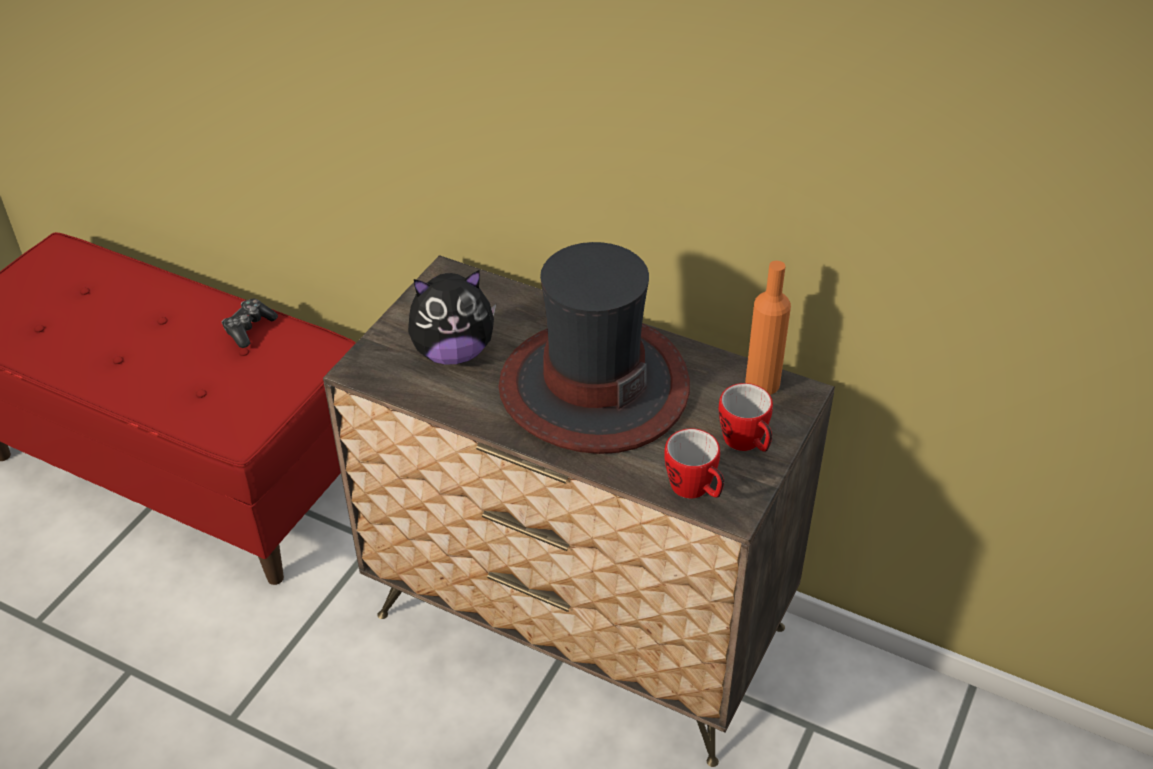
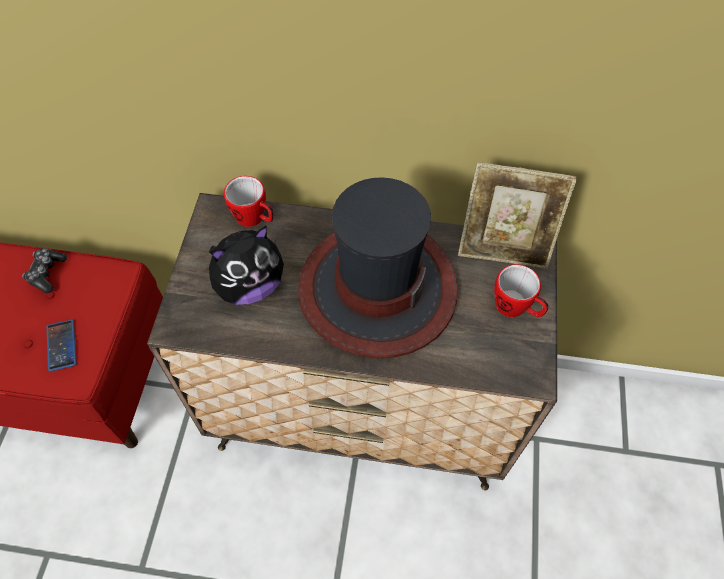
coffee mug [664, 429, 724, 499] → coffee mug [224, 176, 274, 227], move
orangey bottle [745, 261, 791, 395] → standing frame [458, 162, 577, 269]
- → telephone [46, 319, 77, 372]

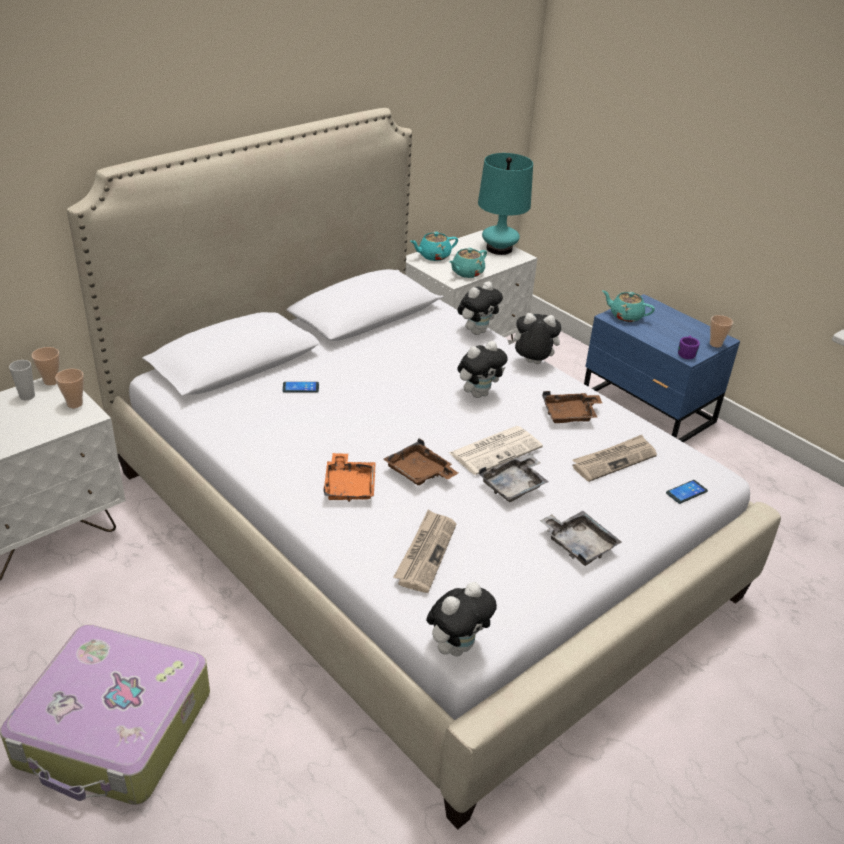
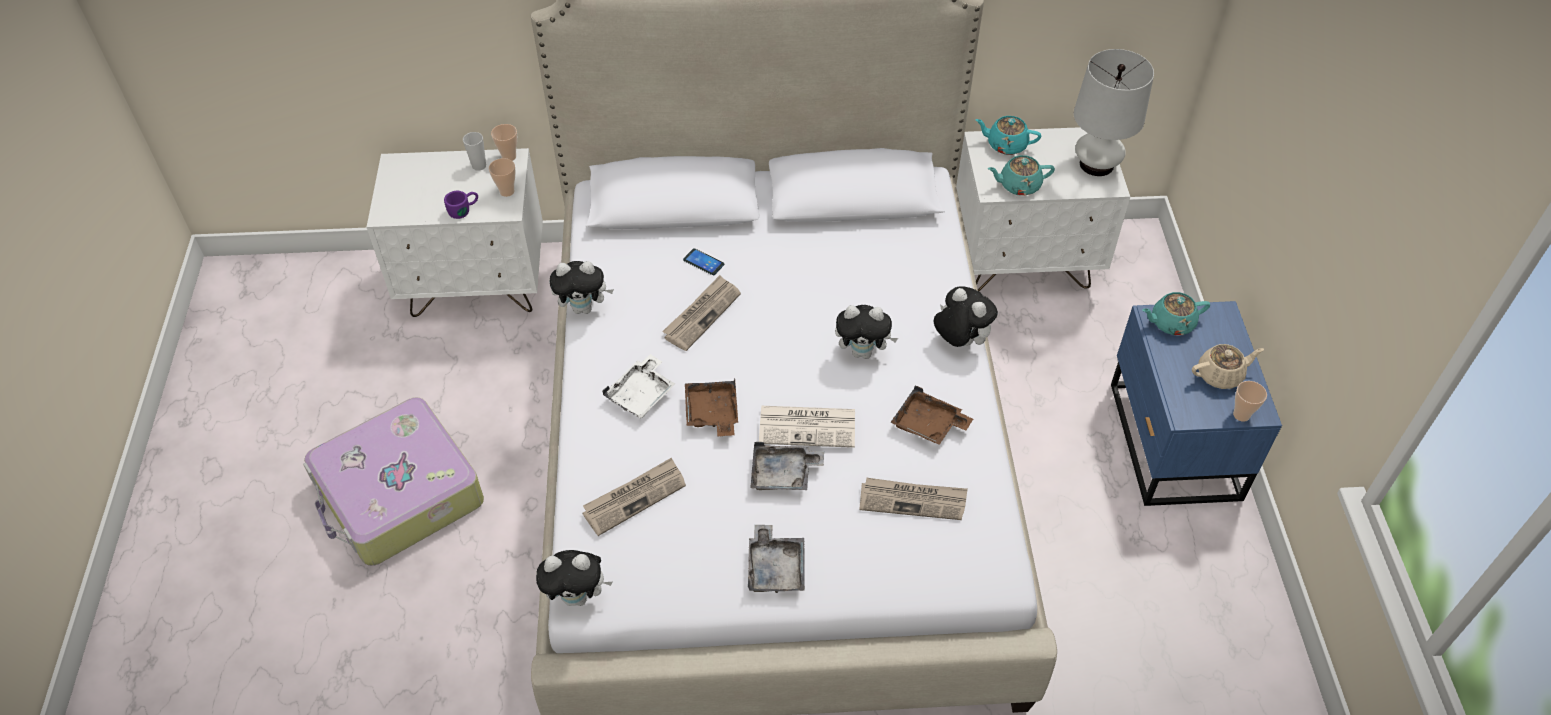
orangey carrying tray [323, 453, 376, 502] → white-coloured carrying tray [602, 354, 675, 419]
plush toy [457, 281, 503, 335] → plush toy [550, 261, 614, 314], move
turquoise-coloured lamp for a table [478, 153, 533, 255] → white-coloured lamp for a table [1074, 49, 1154, 176]
turquoise-coloured teapot [602, 291, 655, 322] → turquoise-coloured teapot [1142, 292, 1210, 335], 75 degrees counterclockwise
telephone [666, 480, 708, 504] → -
purple-coloured coffee mug [678, 335, 700, 359] → purple-coloured coffee mug [444, 191, 478, 219], move
- → daily paper [662, 275, 741, 351]
- → beige-coloured teapot [1192, 344, 1264, 389]

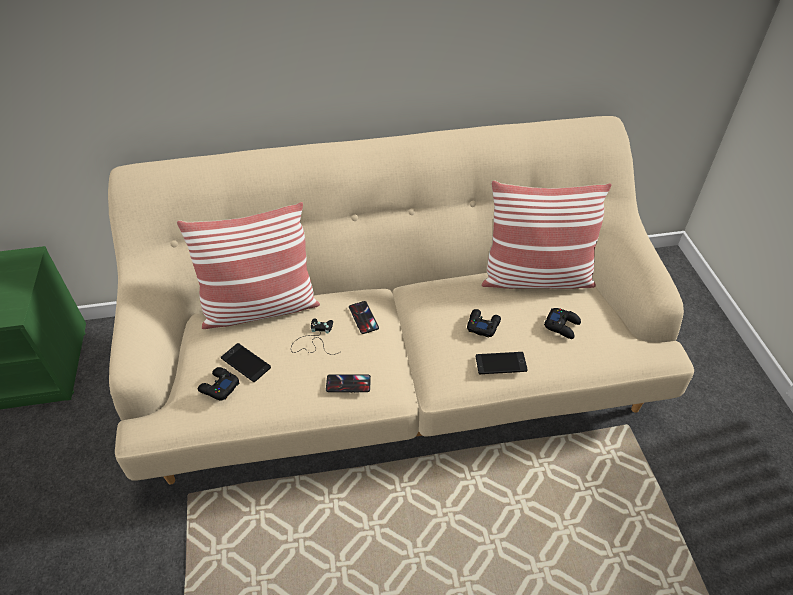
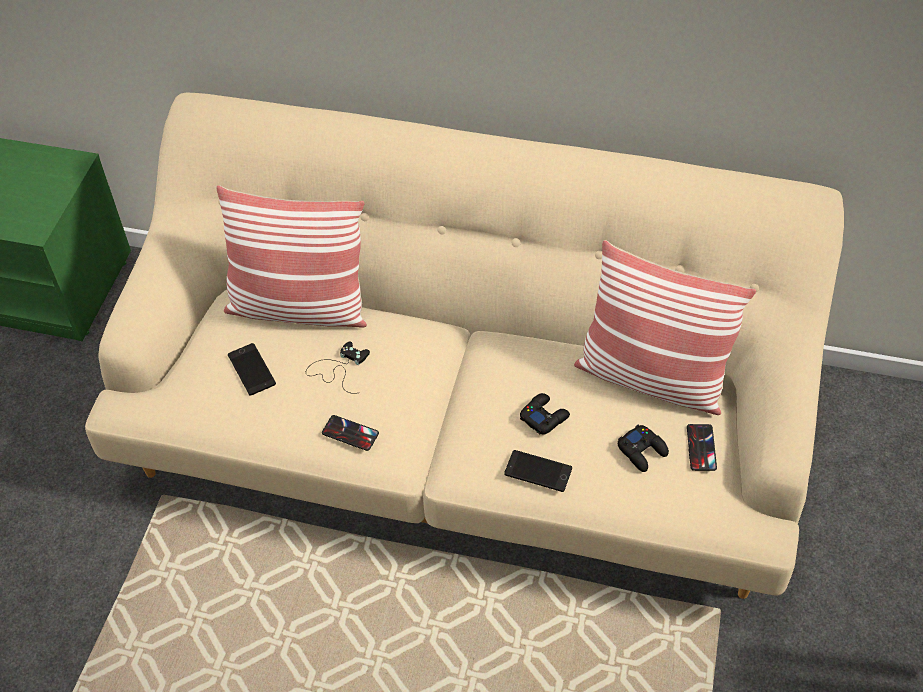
black-coloured joypad [198, 367, 239, 400] → -
telephone [349, 301, 379, 334] → telephone [687, 424, 717, 471], move

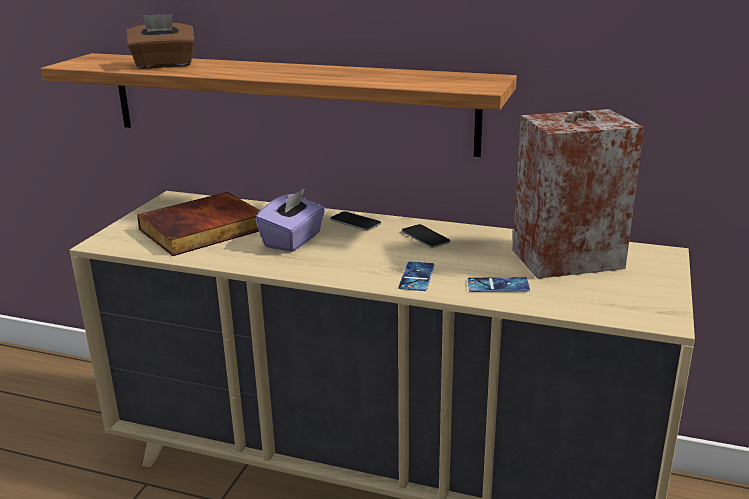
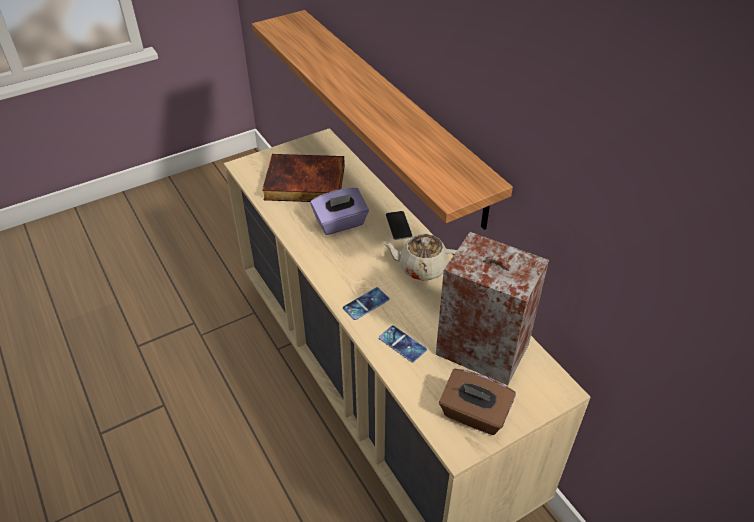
brownish tissue holder [127, 14, 195, 69] → brownish tissue holder [439, 369, 516, 435], move
telephone [402, 224, 450, 248] → beige-coloured teapot [382, 234, 457, 280]

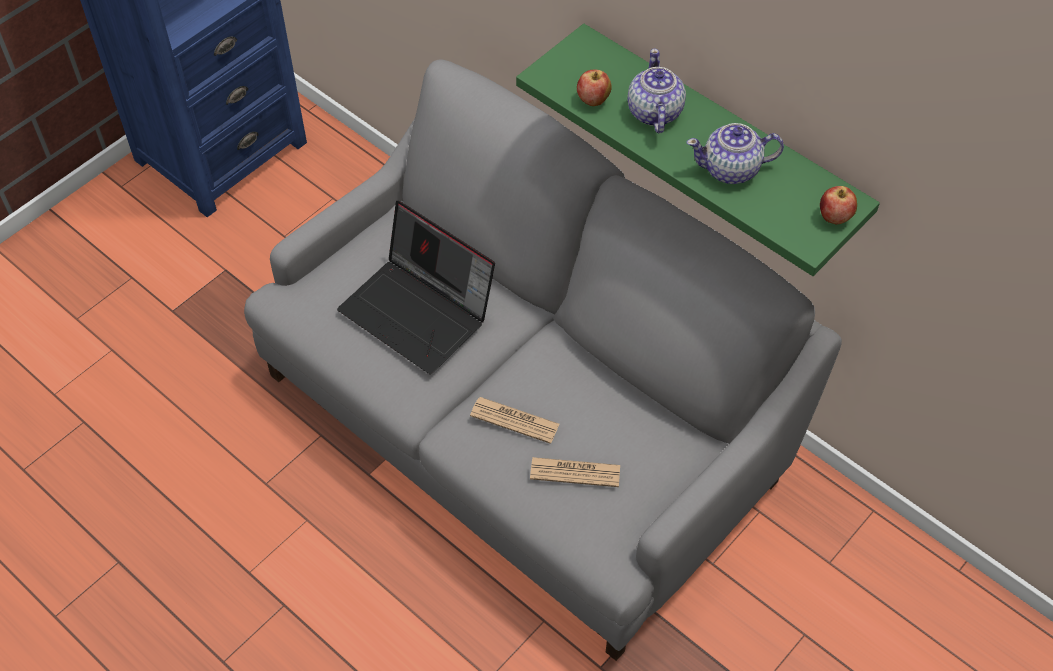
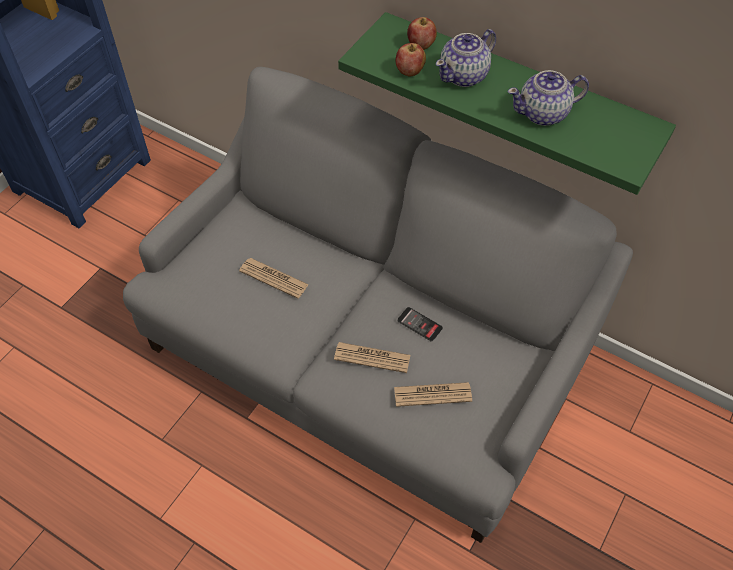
notebook computer [337, 201, 495, 374] → daily paper [239, 258, 309, 299]
teapot [627, 49, 686, 134] → teapot [436, 29, 496, 87], 120 degrees counterclockwise
apple [820, 186, 857, 224] → apple [407, 17, 437, 50], move
- → telephone [397, 307, 443, 342]

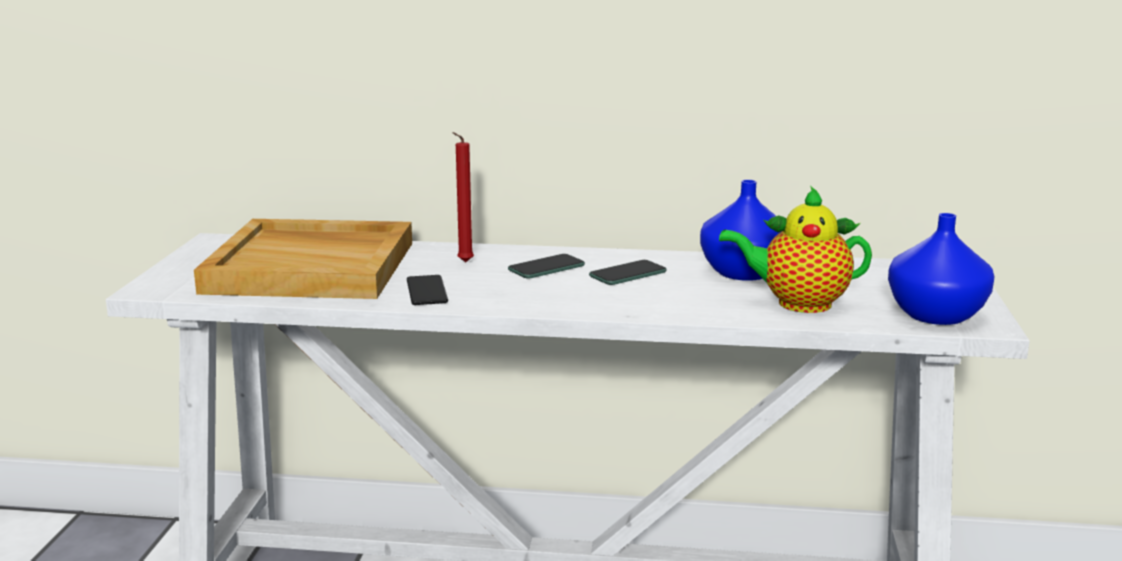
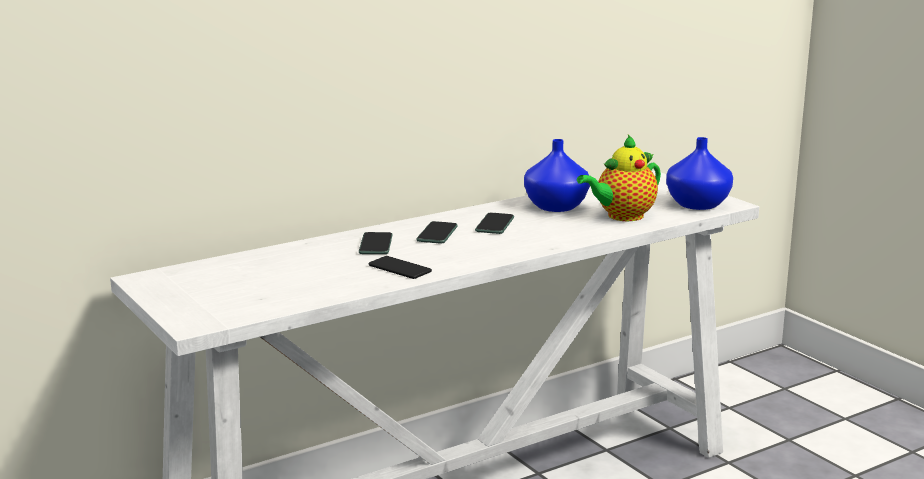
beige-coloured carrying tray [194, 219, 412, 299] → -
red-coloured candle [453, 132, 474, 262] → telephone [359, 232, 393, 254]

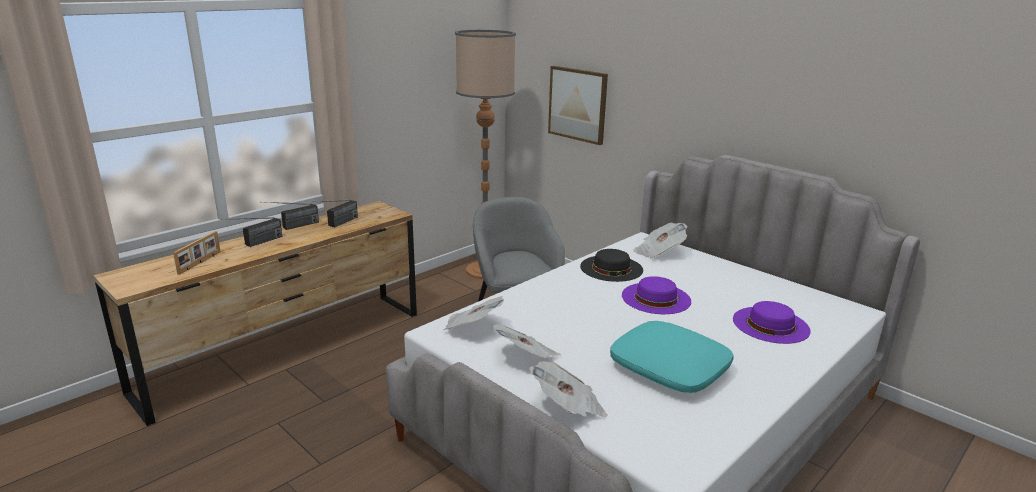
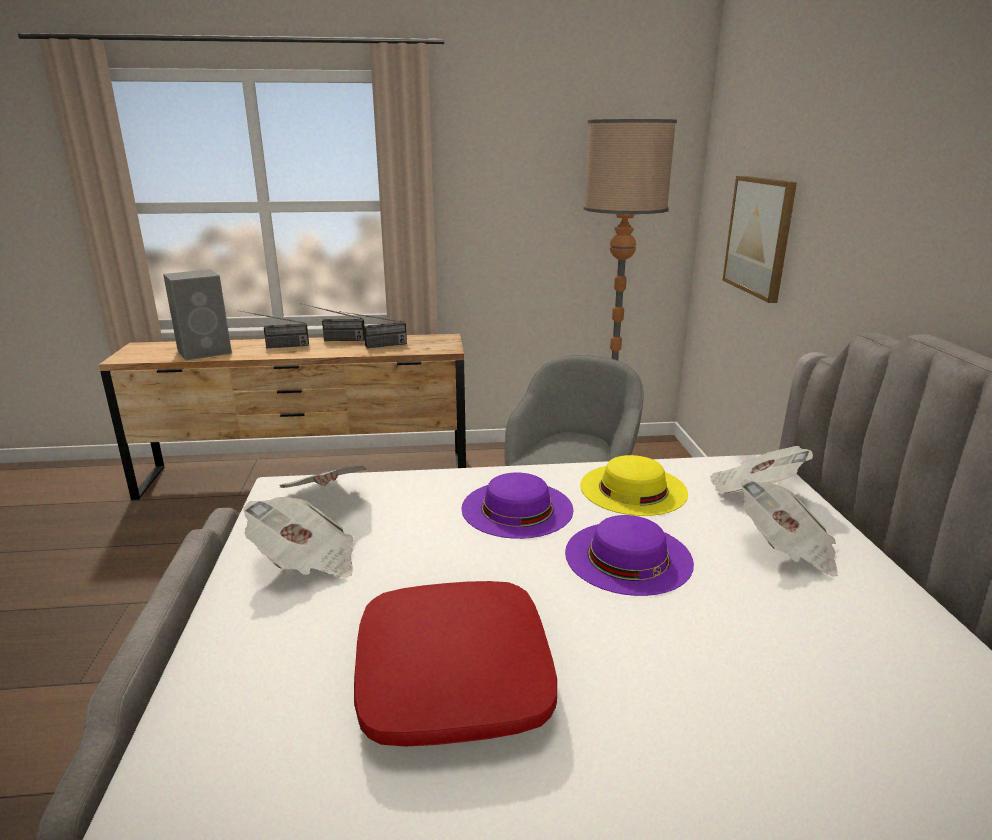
standing frame [173, 231, 220, 275] → gray audio speaker [163, 269, 232, 361]
daily paper [529, 361, 608, 417] → daily paper [741, 479, 838, 577], move
black-coloured clothing hat [580, 249, 643, 282] → yellow clothing hat [580, 455, 688, 516]
turquoise-coloured pillow [610, 321, 734, 393] → red-coloured pillow [354, 581, 557, 747]
purple-coloured clothing hat [733, 301, 811, 344] → purple-coloured clothing hat [461, 473, 573, 539], move

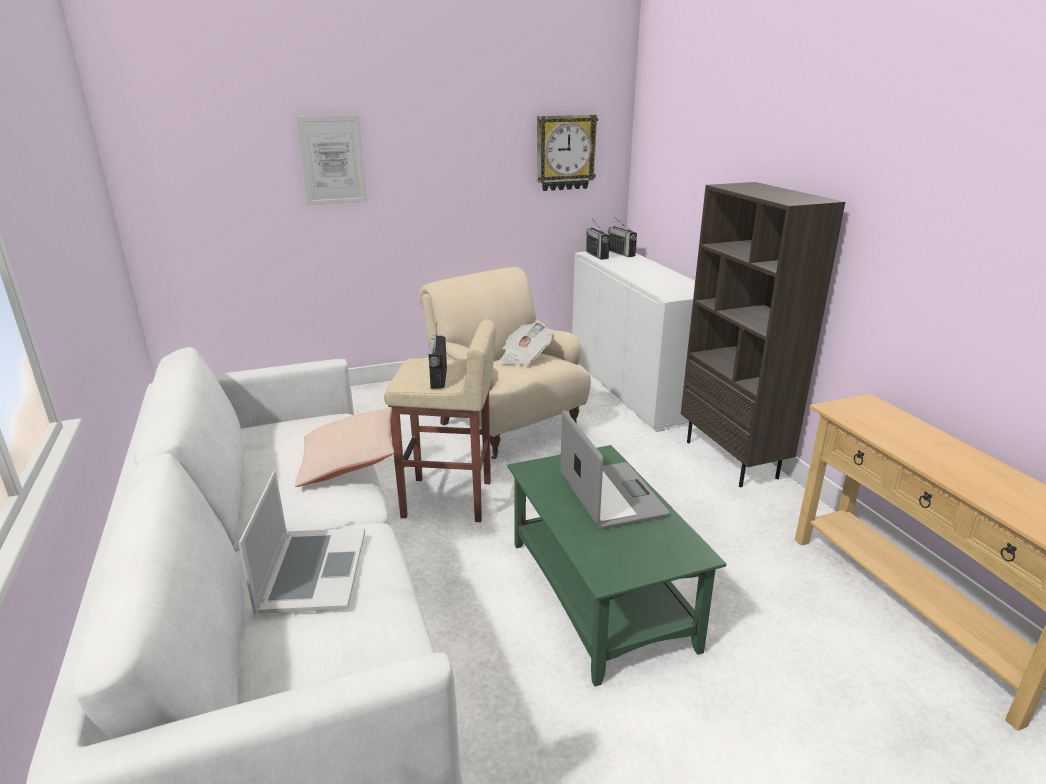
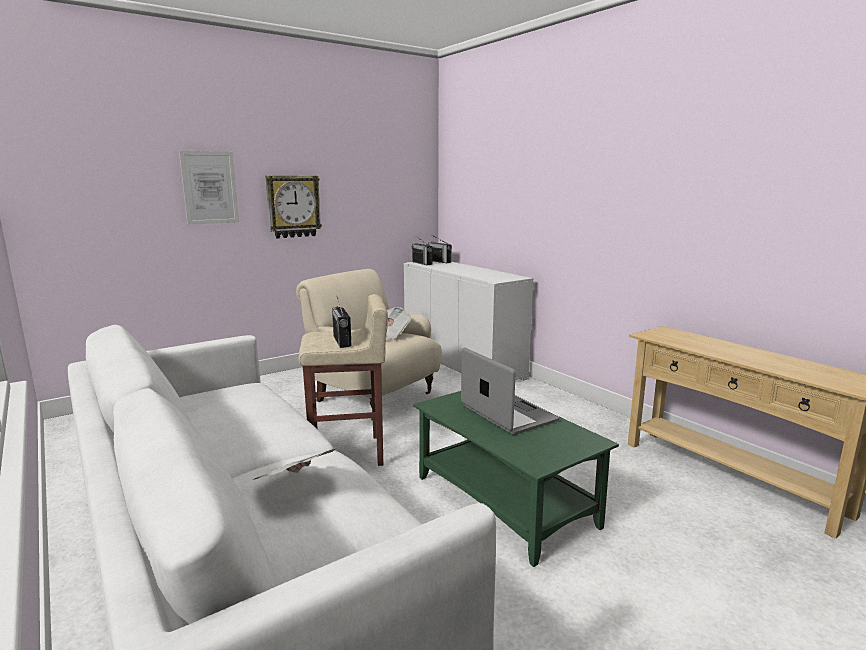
notebook computer [238, 470, 365, 614] → daily paper [253, 449, 335, 480]
beige-coloured pillow [295, 407, 394, 487] → -
wall clock [537, 115, 598, 191] → wall clock [266, 176, 322, 238], move
brownish bookcase [681, 182, 845, 487] → -

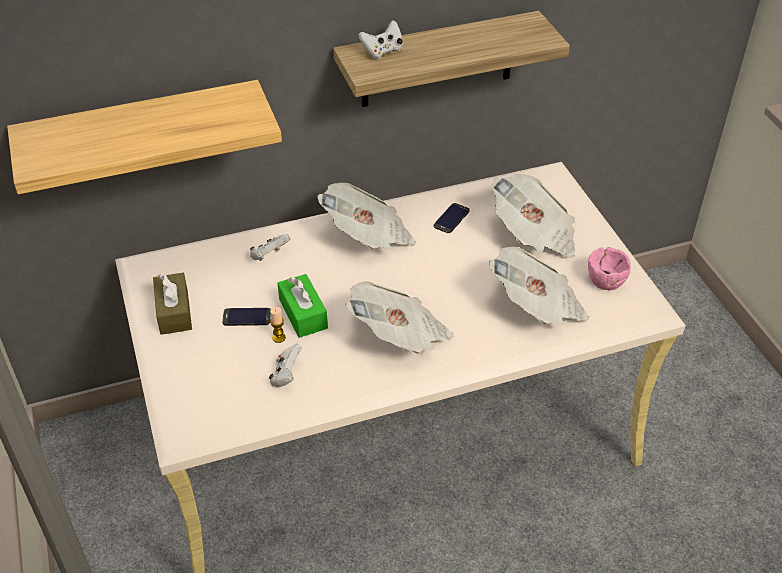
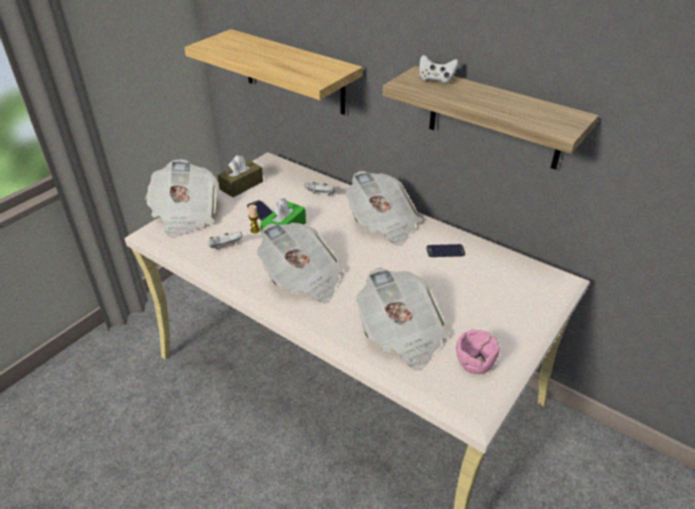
daily paper [492, 174, 575, 258] → daily paper [145, 159, 218, 238], move

